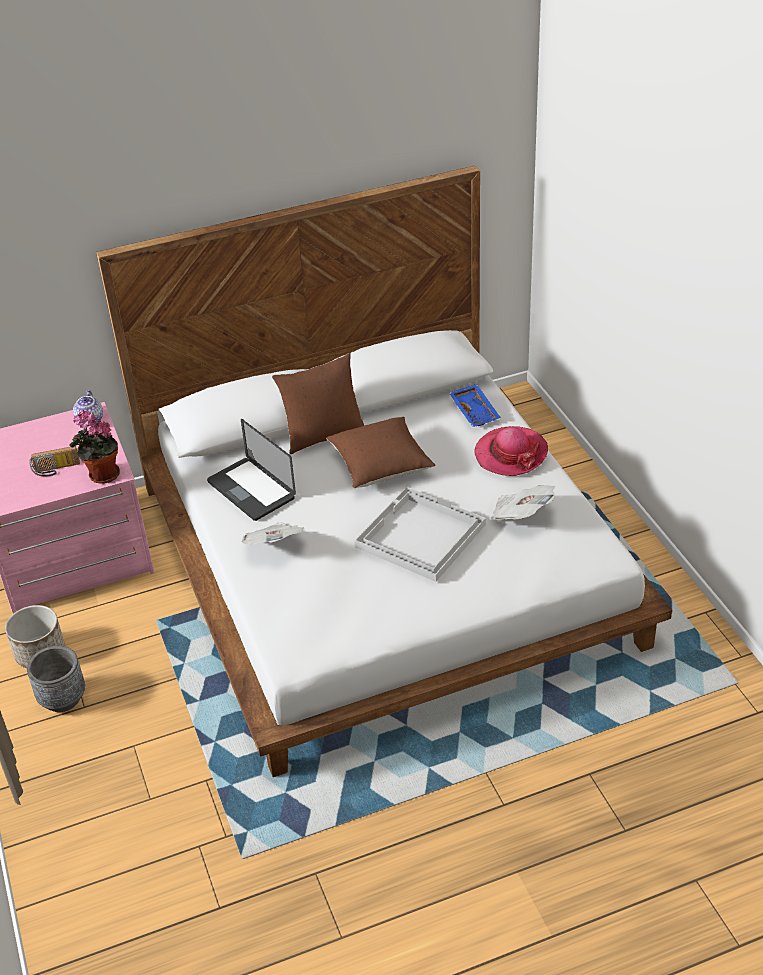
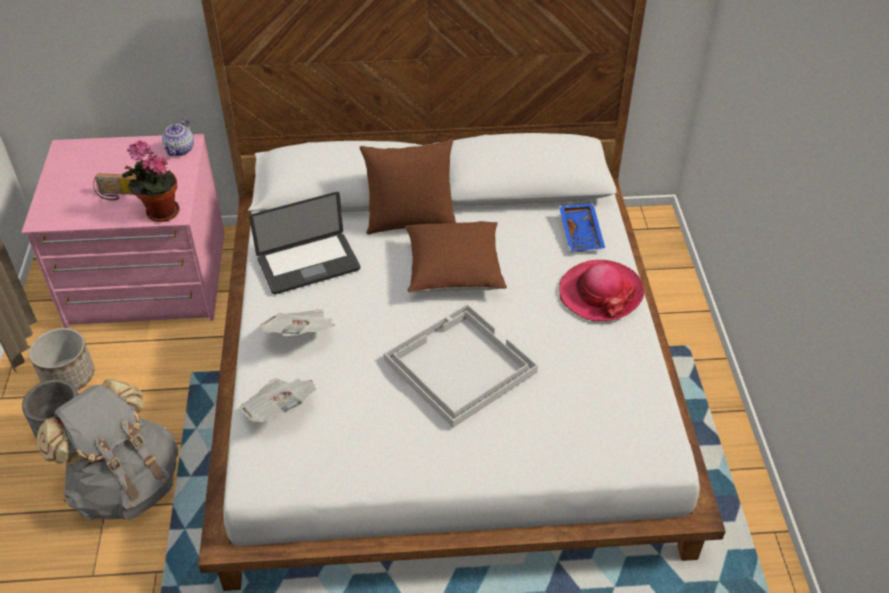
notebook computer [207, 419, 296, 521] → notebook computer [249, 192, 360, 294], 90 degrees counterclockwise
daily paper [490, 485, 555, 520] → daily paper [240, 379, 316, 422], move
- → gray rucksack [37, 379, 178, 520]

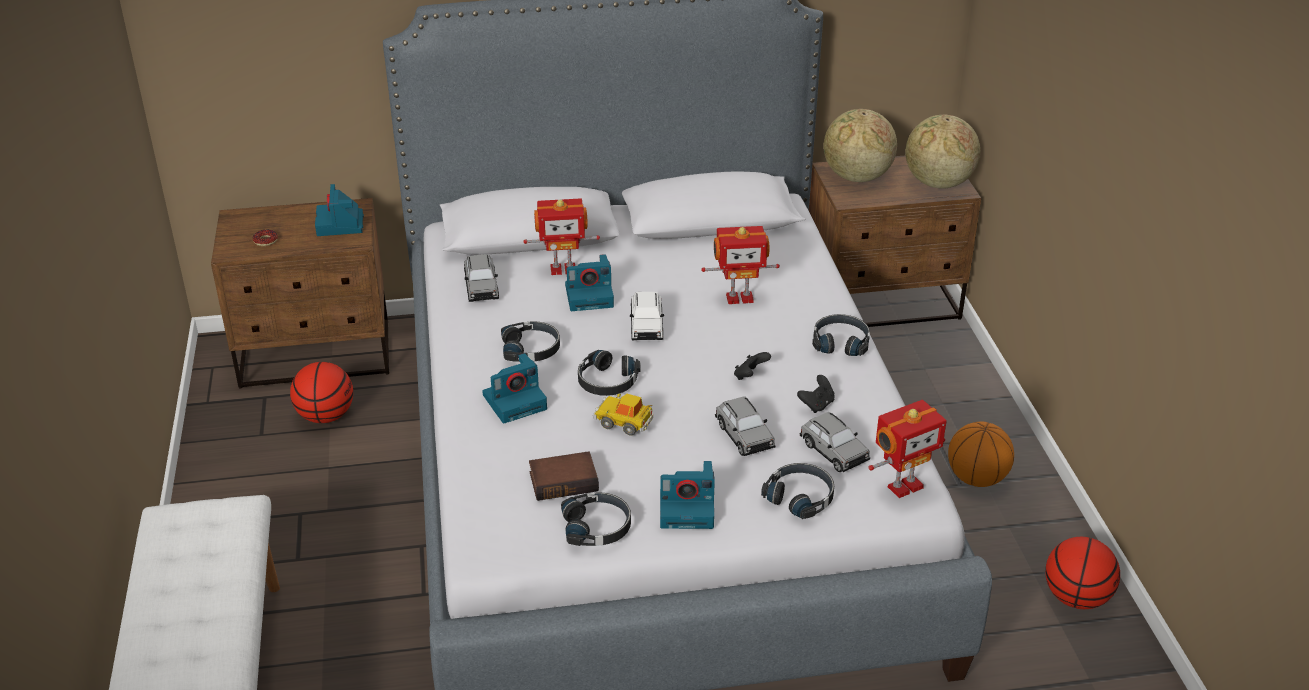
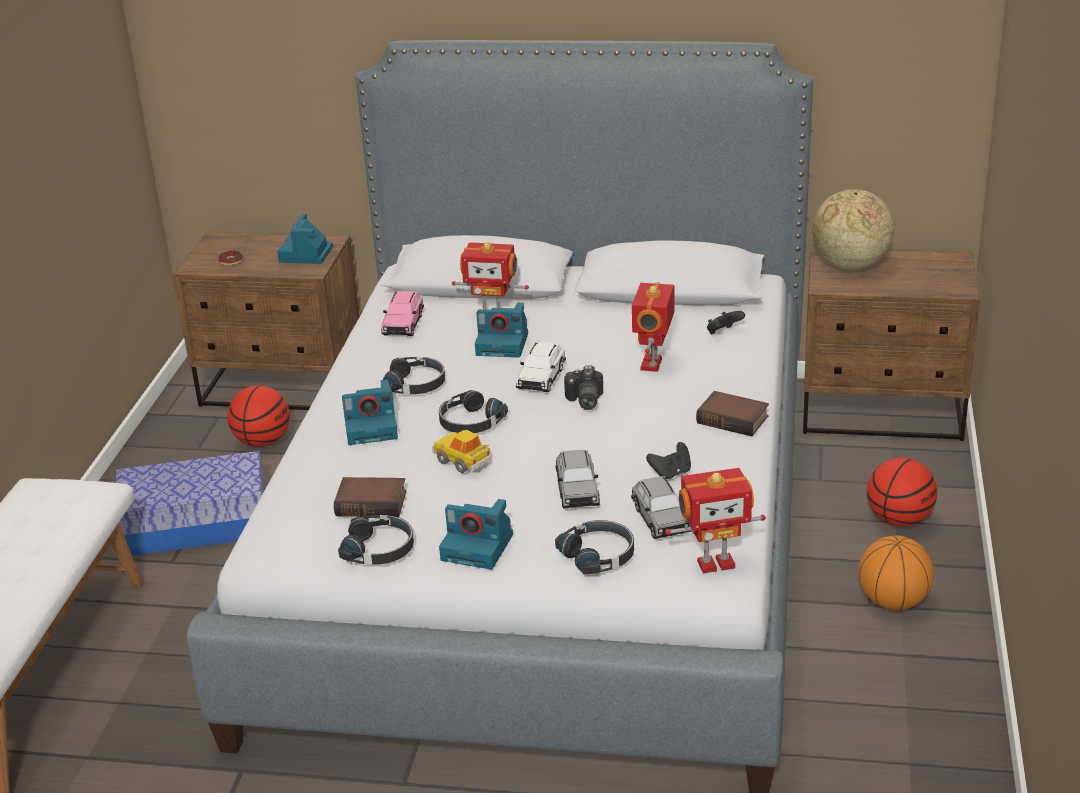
gray miniature car [464, 254, 499, 302] → pinkish miniature car [381, 291, 424, 336]
model robot [701, 226, 780, 304] → model robot [632, 283, 675, 372], 90 degrees clockwise
black-coloured joypad [734, 352, 771, 380] → black-coloured joypad [707, 311, 745, 334], move
black-coloured headset [812, 314, 870, 356] → book [696, 391, 769, 436]
globe [905, 115, 980, 189] → -
ball for basketball [1045, 537, 1120, 609] → ball for basketball [867, 458, 937, 527], move
- → storage box [115, 451, 264, 556]
- → photo camera [564, 365, 603, 410]

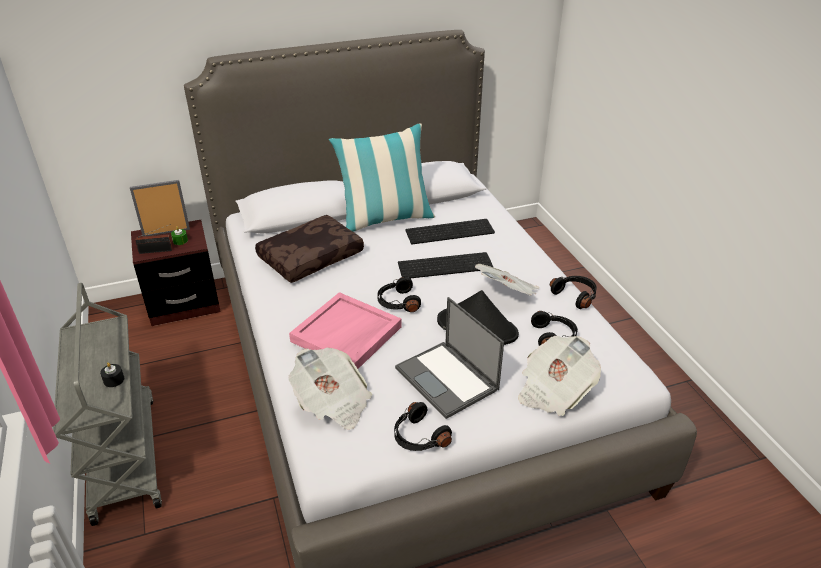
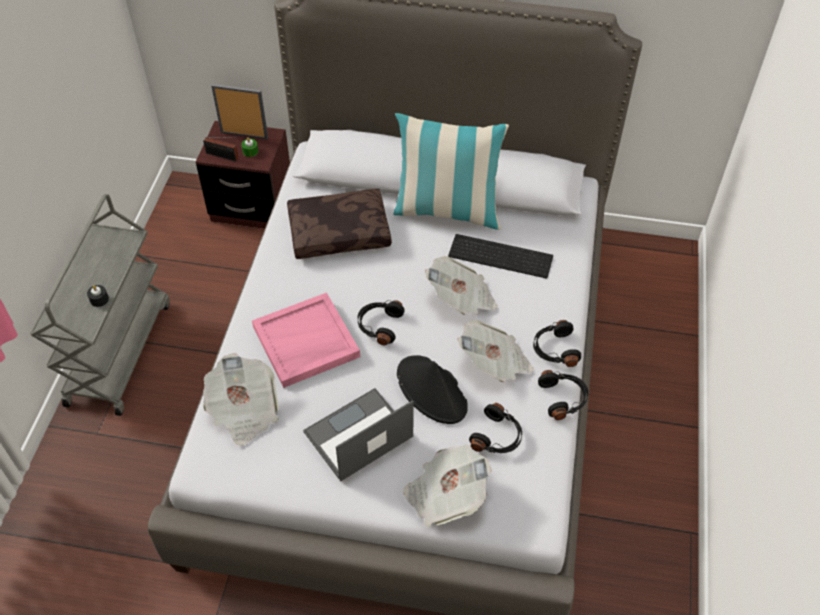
black-coloured headset [394, 402, 452, 451] → black-coloured headset [533, 320, 581, 367], move
notebook computer [395, 297, 504, 419] → notebook computer [303, 388, 414, 481], 60 degrees clockwise
PC keyboard [398, 252, 494, 278] → daily paper [425, 256, 498, 315]

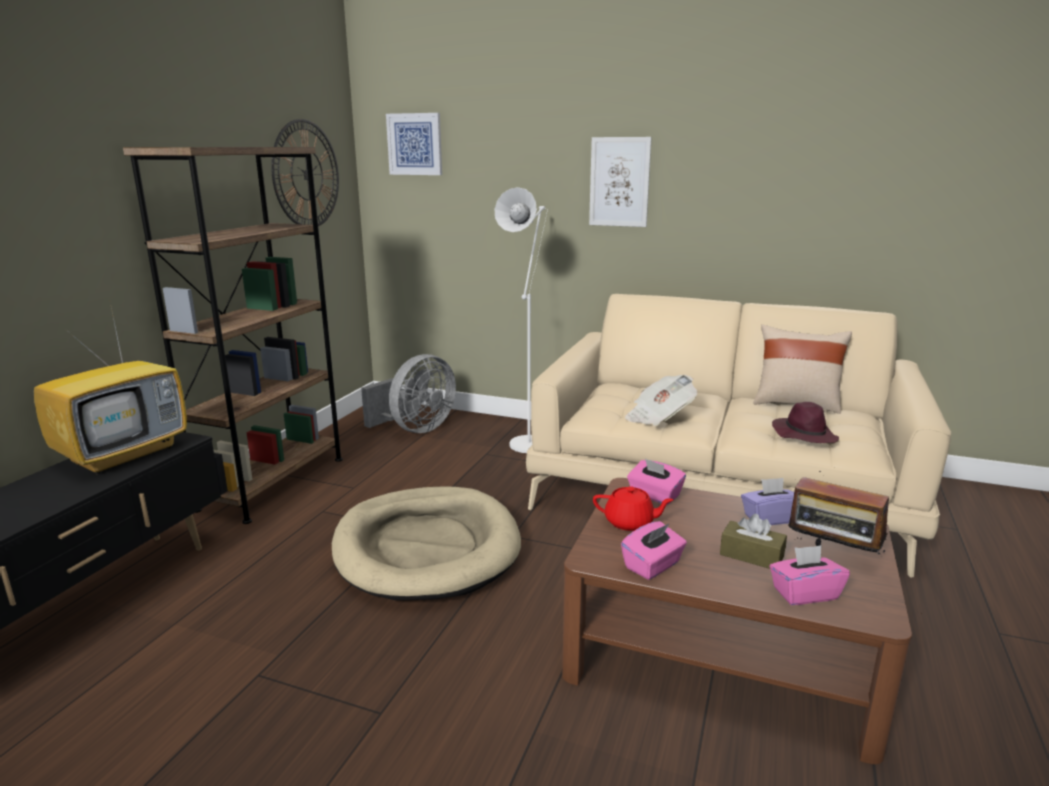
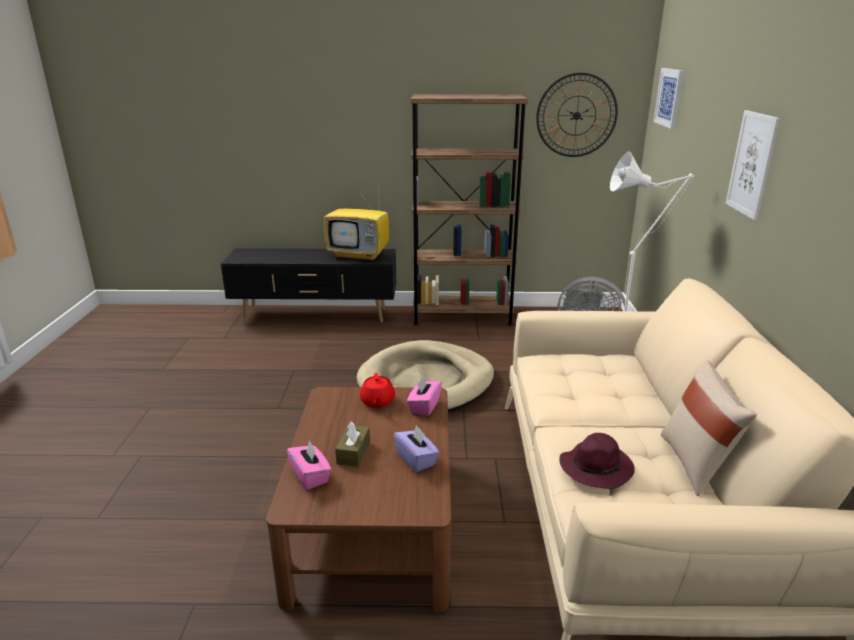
pinkish tissue holder [621, 521, 687, 580] → -
daily paper [625, 375, 697, 426] → -
radio [788, 471, 889, 554] → -

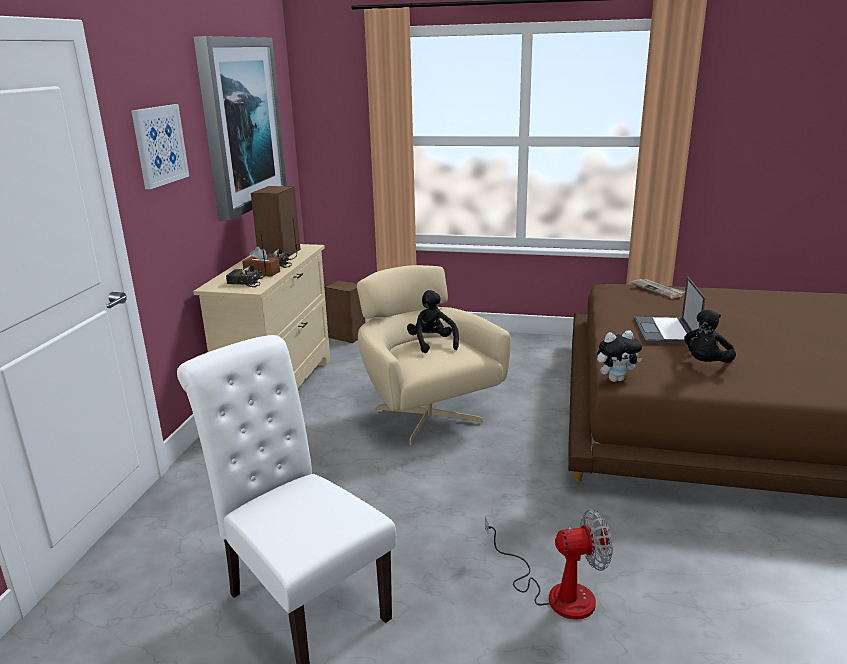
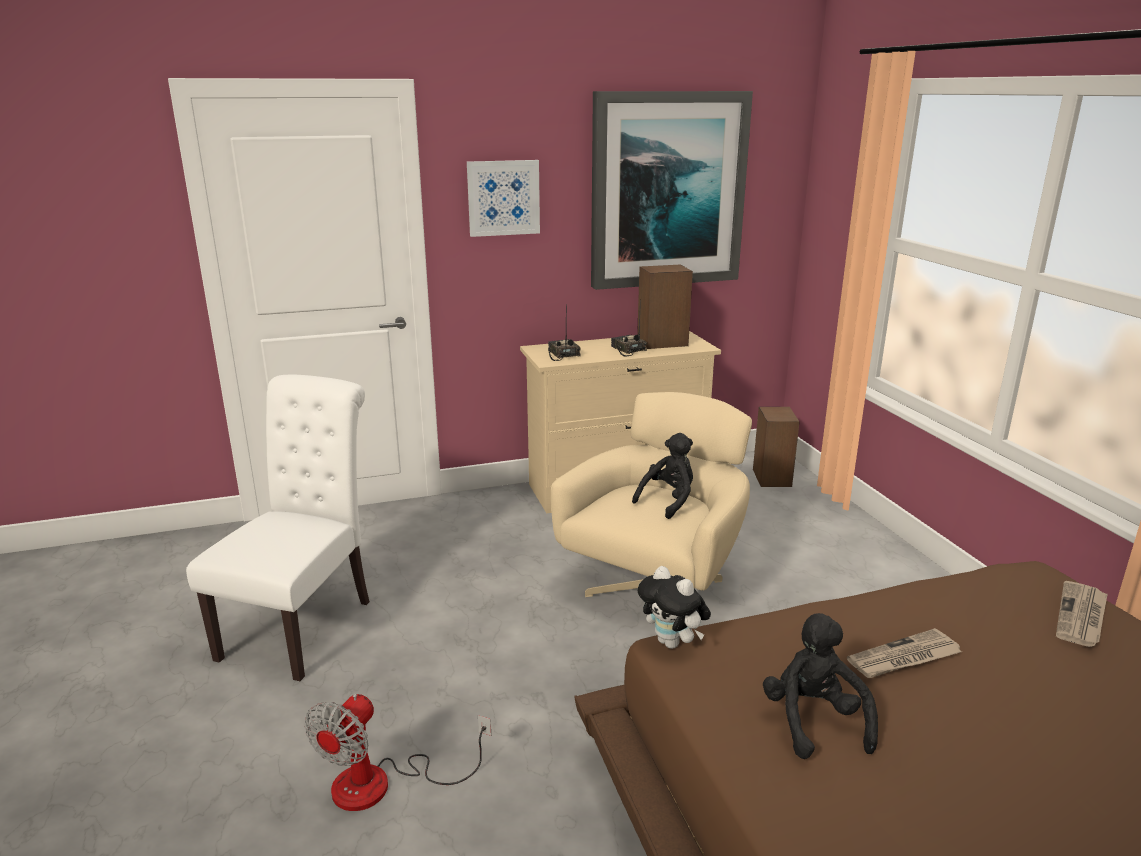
brownish tissue holder [242, 247, 280, 277] → -
electric fan [485, 509, 613, 620] → electric fan [305, 694, 491, 811], 60 degrees clockwise
notebook computer [634, 277, 705, 344] → daily paper [847, 628, 962, 678]
black-coloured plush toy [684, 310, 736, 363] → black-coloured plush toy [763, 613, 878, 759], 75 degrees clockwise

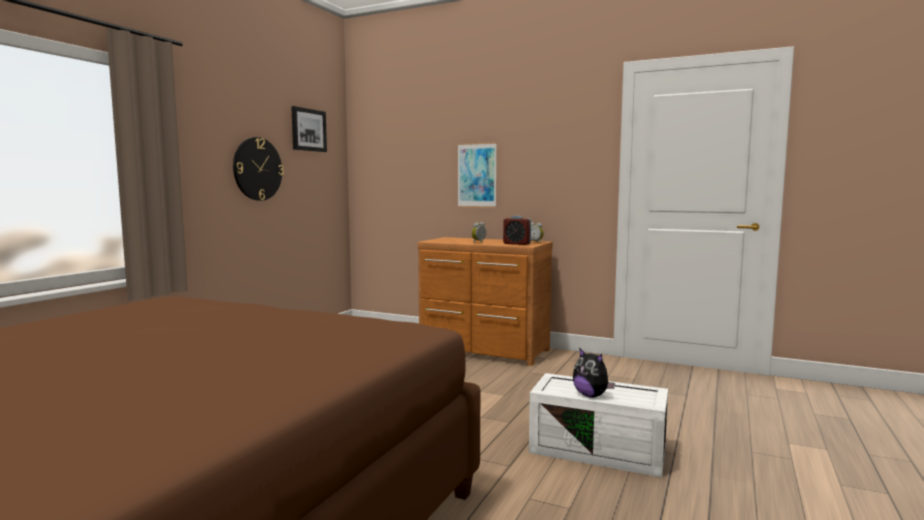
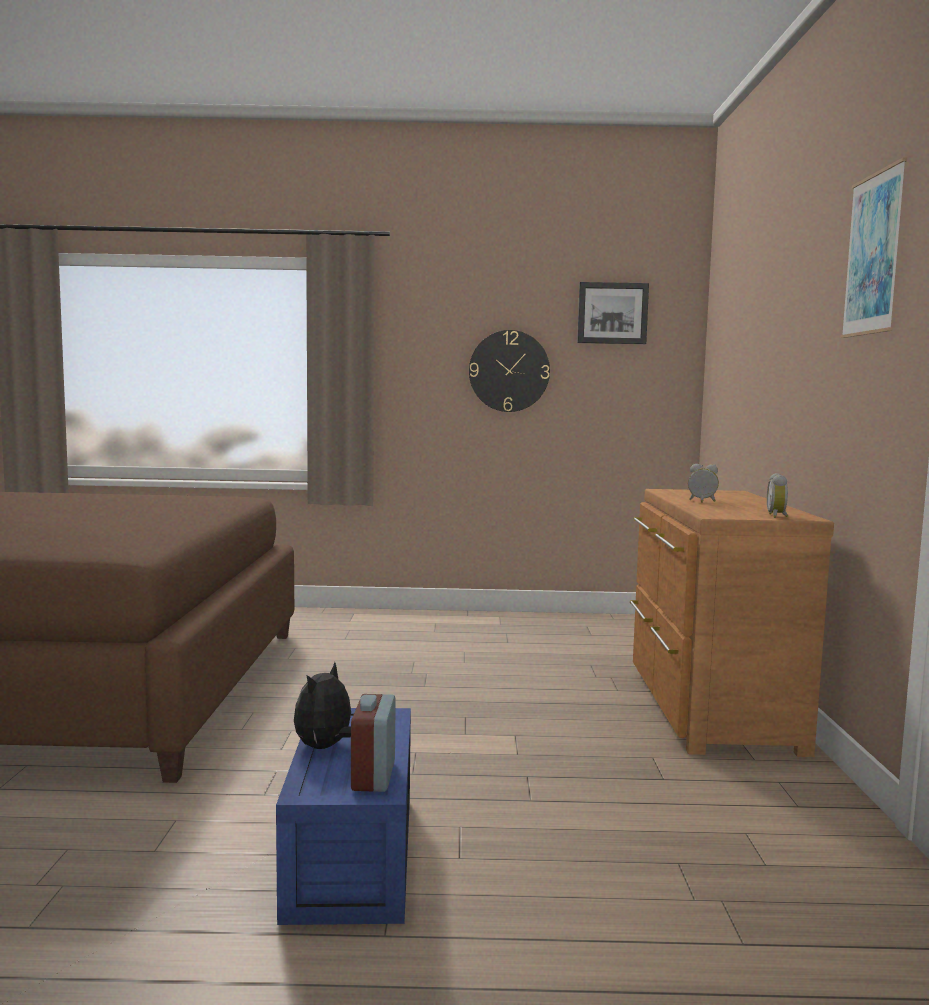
wall art [458, 142, 497, 208] → wall art [840, 157, 907, 338], move
alarm clock [503, 216, 531, 245] → alarm clock [351, 694, 396, 792], move
white-coloured storage box [529, 373, 668, 477] → bluish storage box [276, 708, 411, 925]

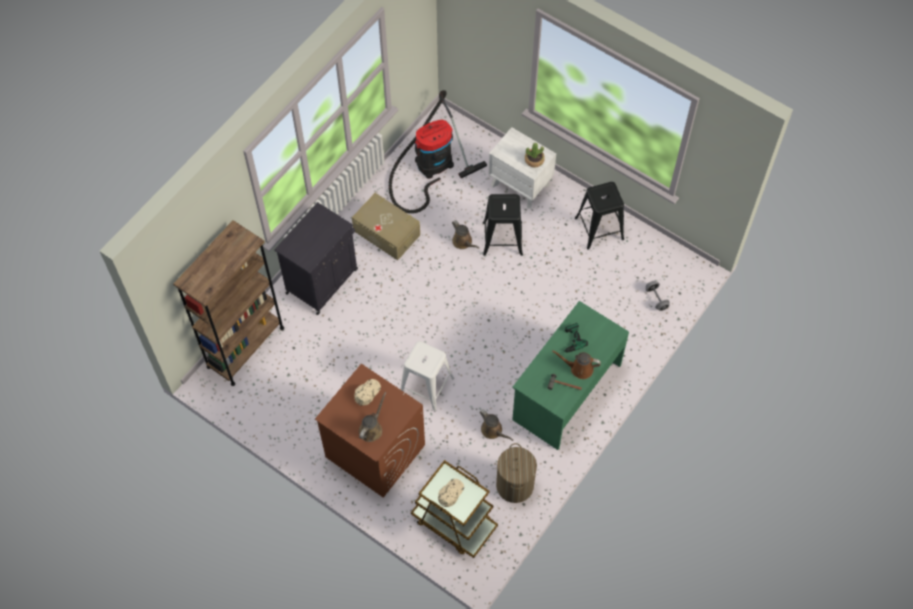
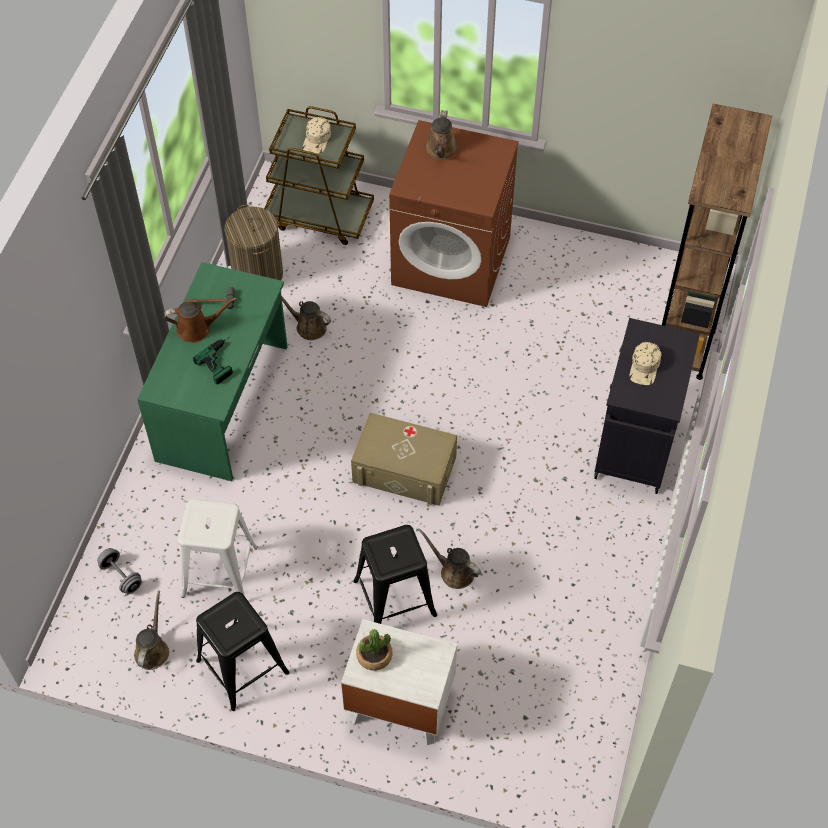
beige-coloured storage box [352, 193, 420, 260] → beige-coloured storage box [351, 413, 457, 506], move
beige-coloured peaked cap [354, 379, 381, 406] → beige-coloured peaked cap [629, 342, 661, 385], move
vacuum [388, 90, 487, 214] → -
white-coloured sitting stool [400, 341, 454, 411] → white-coloured sitting stool [178, 499, 258, 598], move
- → brownish watering pot [134, 591, 169, 670]

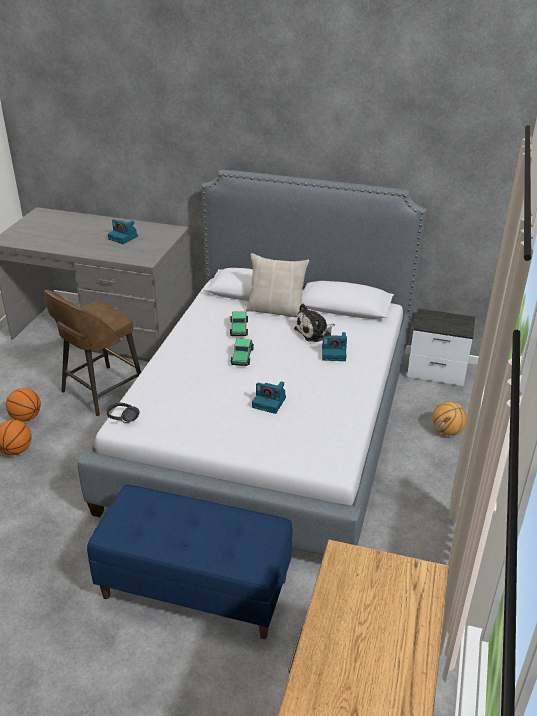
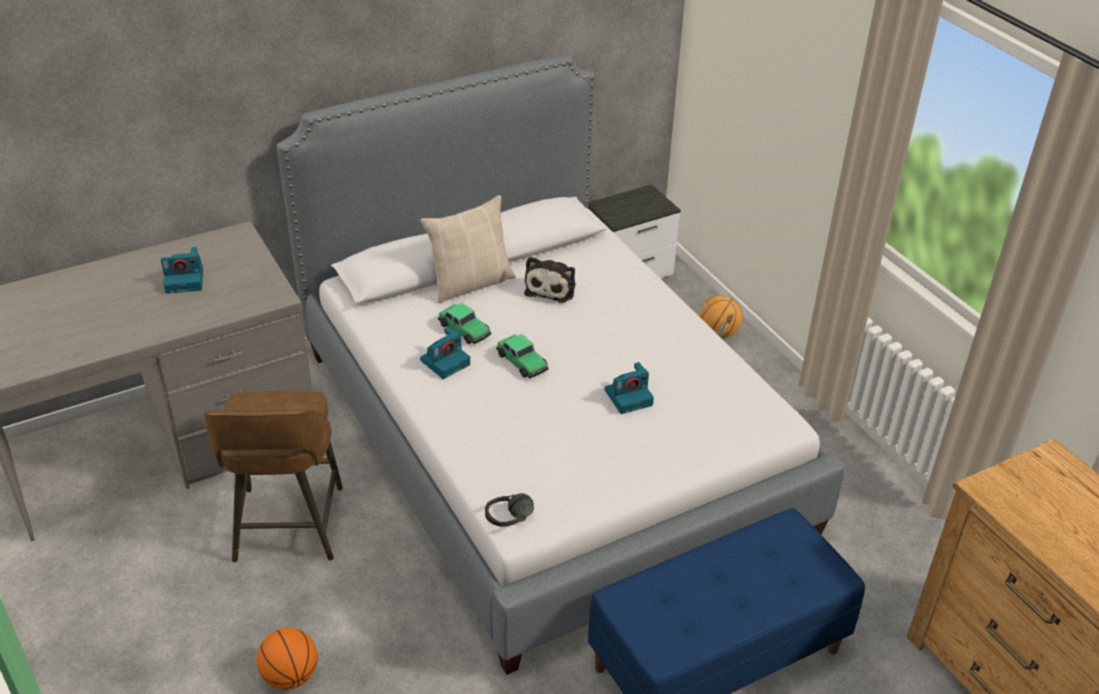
ball for basketball [6, 388, 41, 421] → -
photo camera [322, 332, 347, 361] → photo camera [420, 327, 470, 379], move

